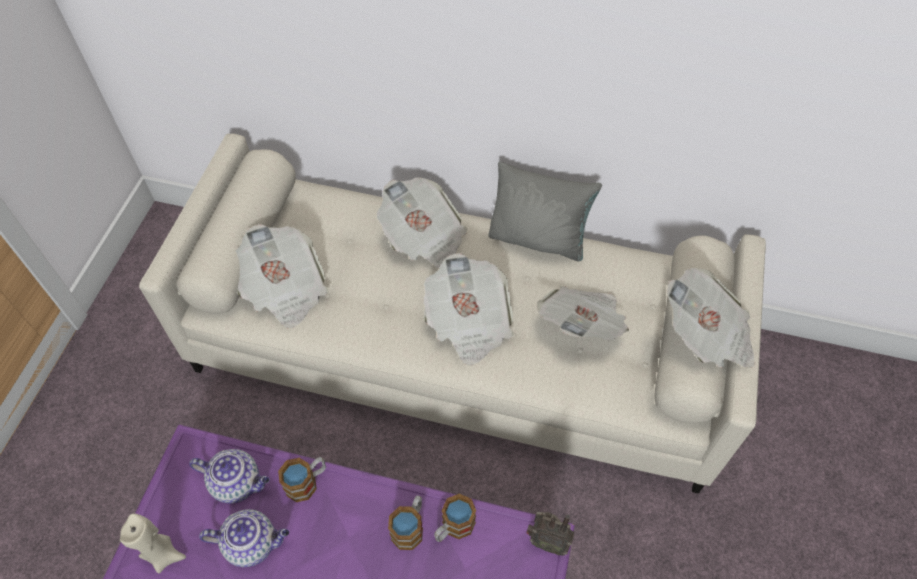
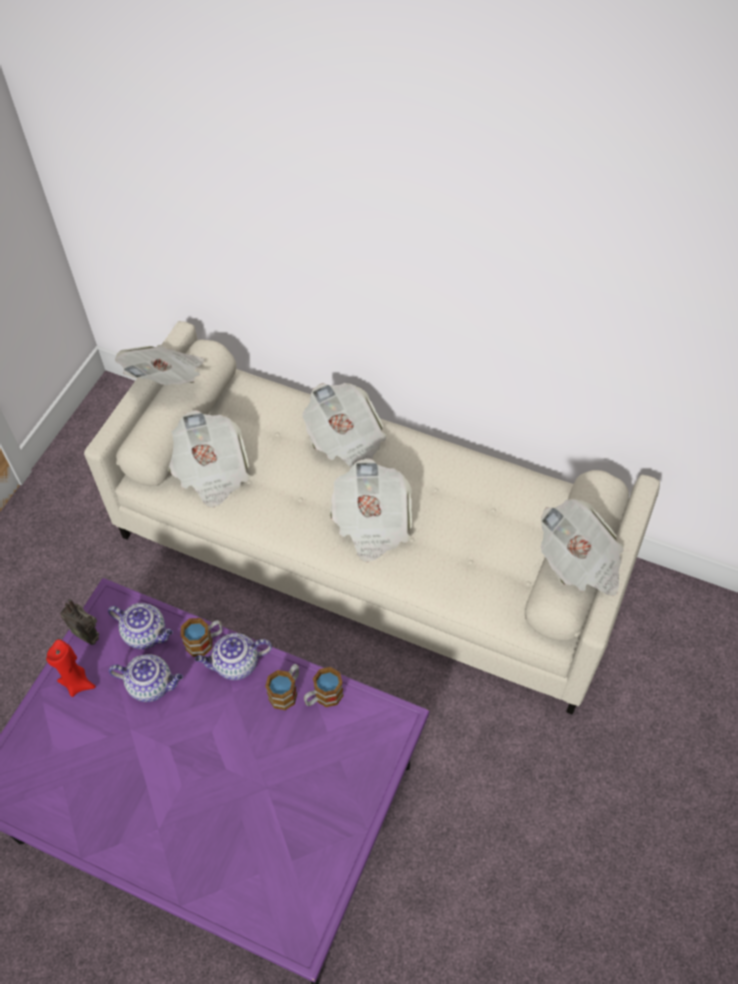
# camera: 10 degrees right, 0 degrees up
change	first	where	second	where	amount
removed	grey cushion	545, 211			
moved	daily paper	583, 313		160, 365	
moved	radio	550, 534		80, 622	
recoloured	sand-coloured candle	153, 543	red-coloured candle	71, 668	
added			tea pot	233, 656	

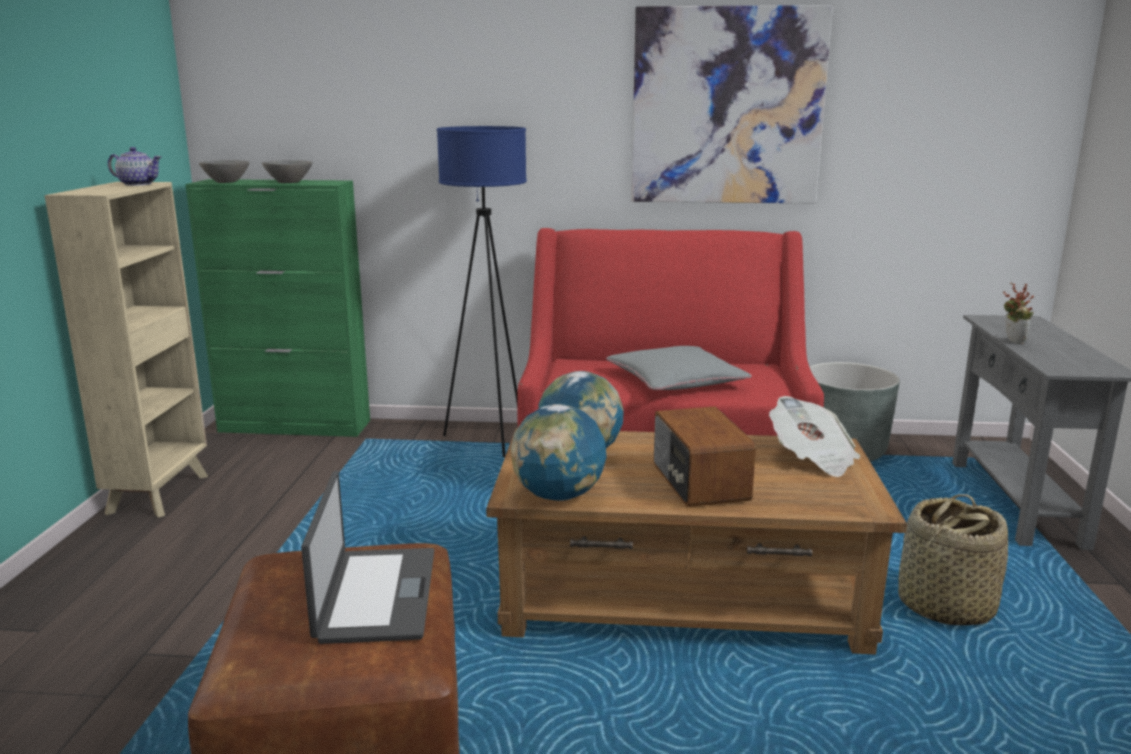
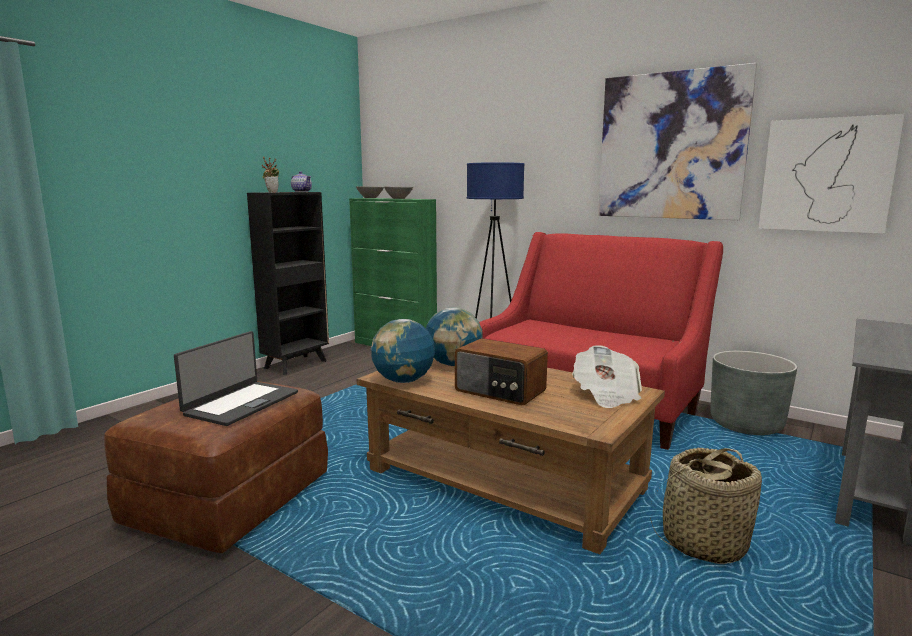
# camera: 30 degrees right, 5 degrees down
change	first	where	second	where	amount
recoloured	sand-coloured bookshelf	126, 350	black-coloured bookshelf	288, 283	
moved	plant in a pot	1018, 313		270, 174	
removed	grey cushion	679, 368			
turned	radio	705, 456		501, 371	75 degrees counterclockwise
added			picture	831, 174	

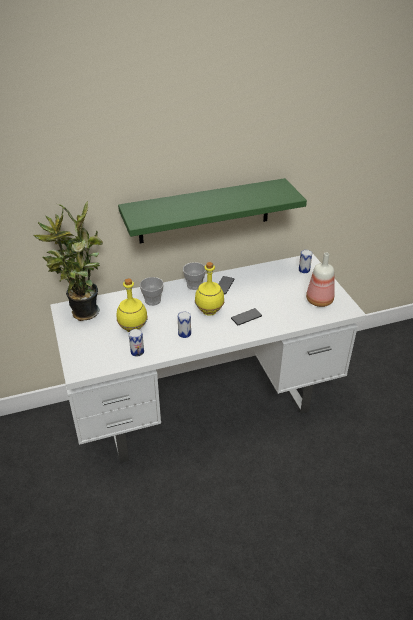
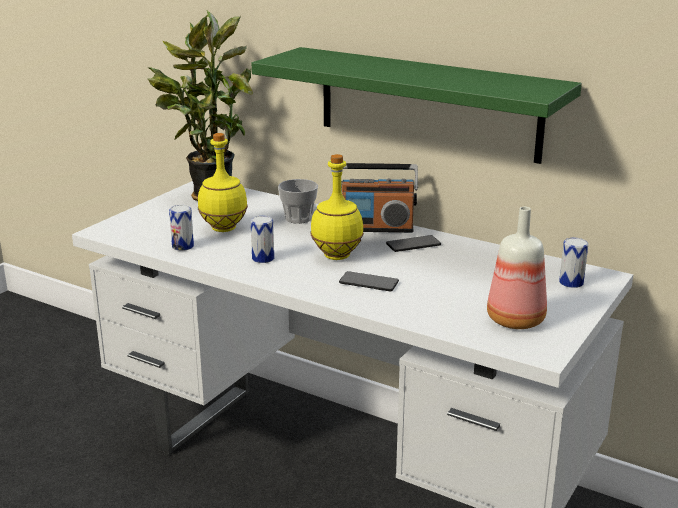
# camera: 50 degrees right, 15 degrees down
change	first	where	second	where	amount
replaced	cup	194, 276	radio	379, 198	

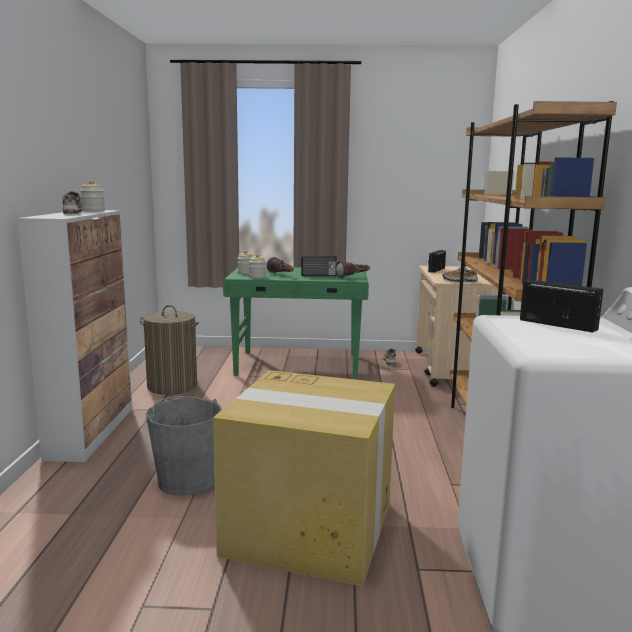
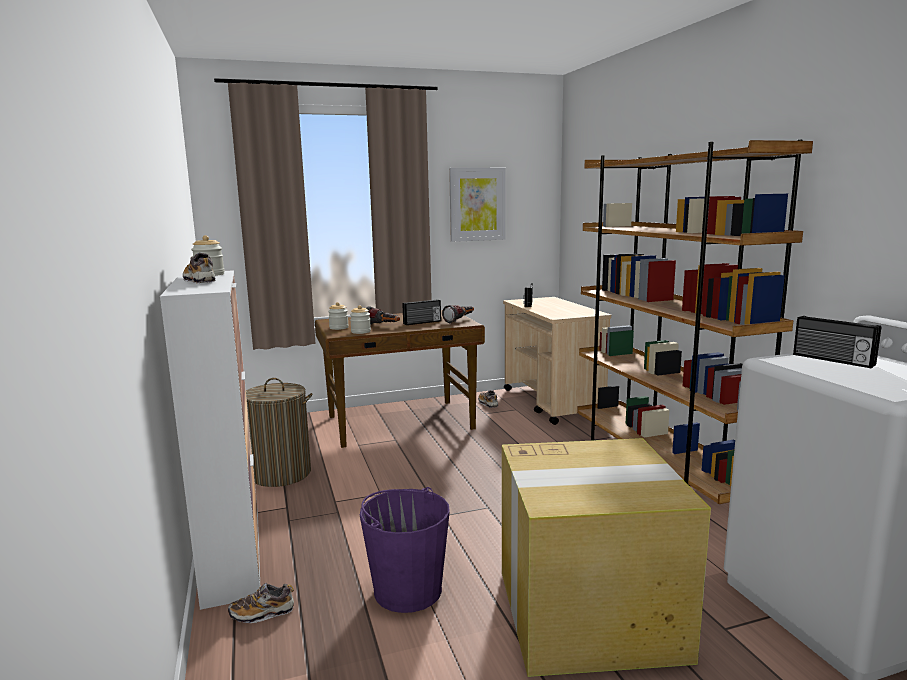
# camera: 20 degrees left, 0 degrees up
change	first	where	second	where	amount
moved	item of footwear	460, 274		261, 603	
recoloured	greenish desk	296, 323	brown desk	400, 379	
turned	radio	561, 306		837, 342	150 degrees counterclockwise
recoloured	grey bucket	184, 446	purple-coloured bucket	405, 550	
added			picture	477, 205	

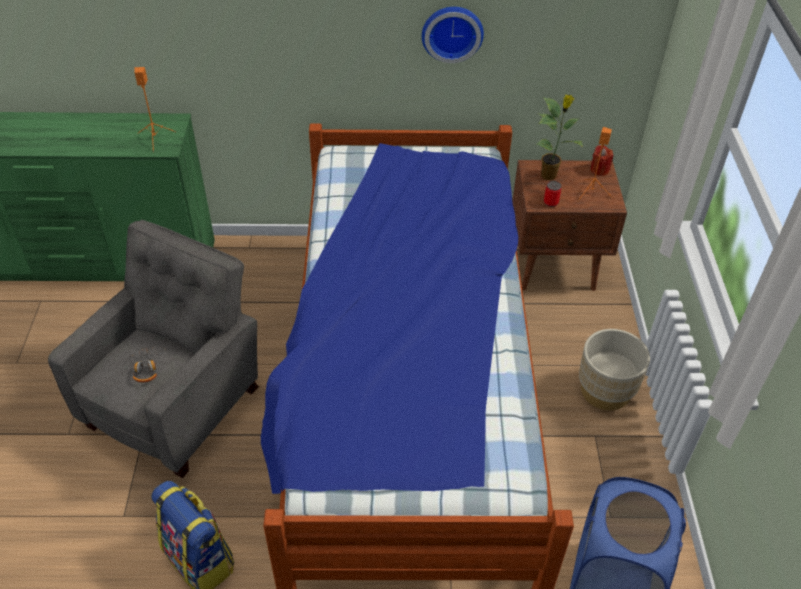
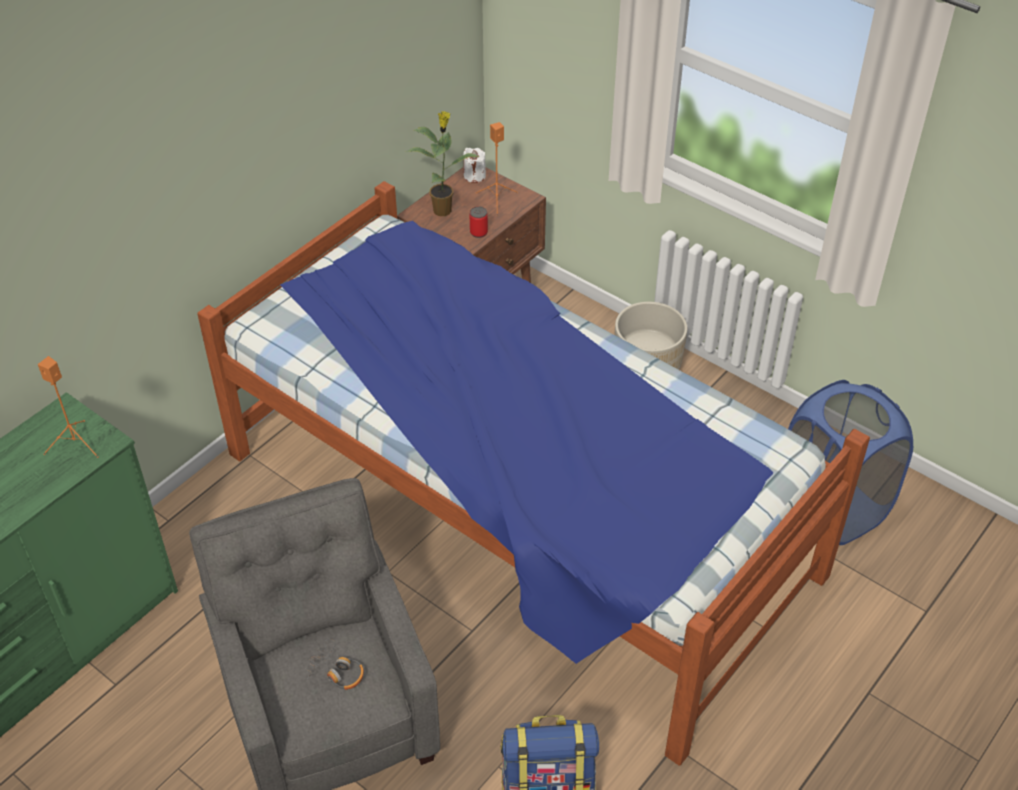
# camera: 50 degrees left, 0 degrees up
change	first	where	second	where	amount
removed	hanging clock	453, 35			
recoloured	red-coloured candle	601, 160	whitish candle	474, 165	

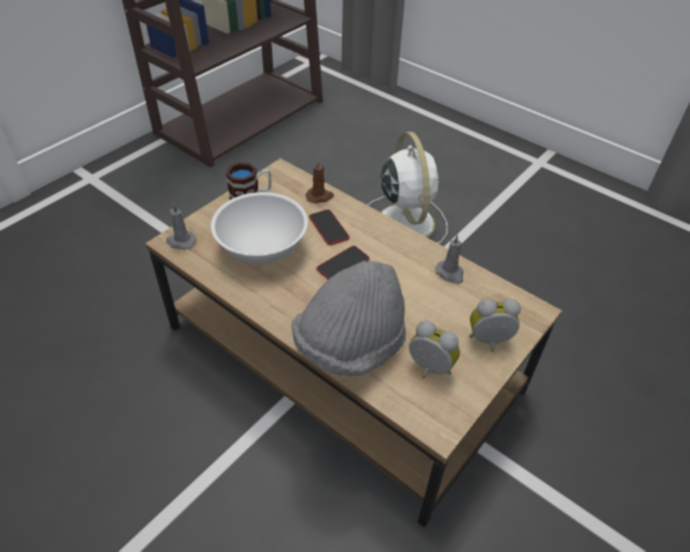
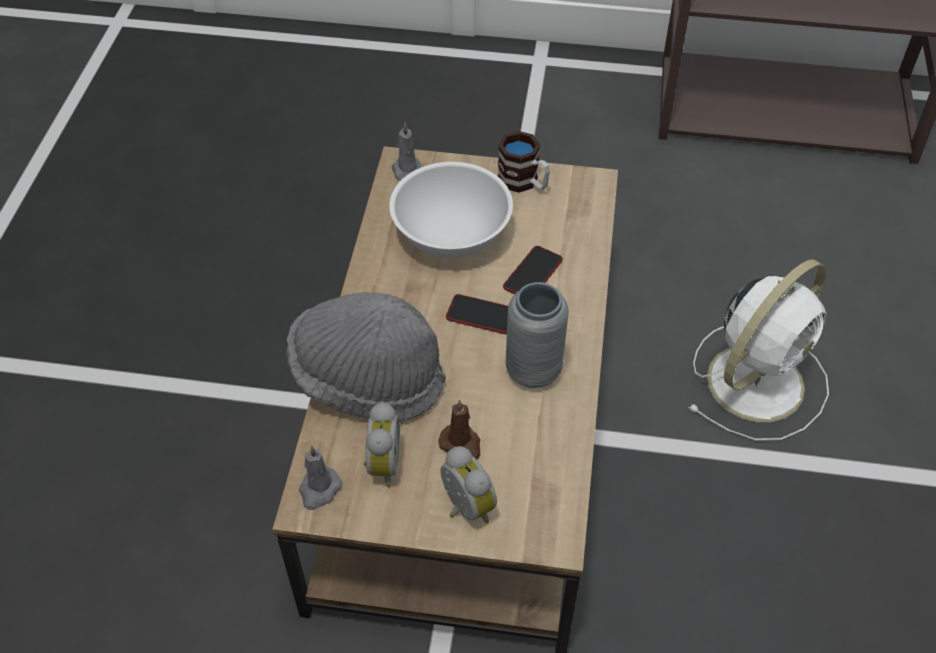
# camera: 60 degrees right, 5 degrees up
change	first	where	second	where	amount
moved	brown candle	320, 181		459, 429	
moved	grey candle	449, 259		320, 477	
added			grey decorative vase	537, 335	

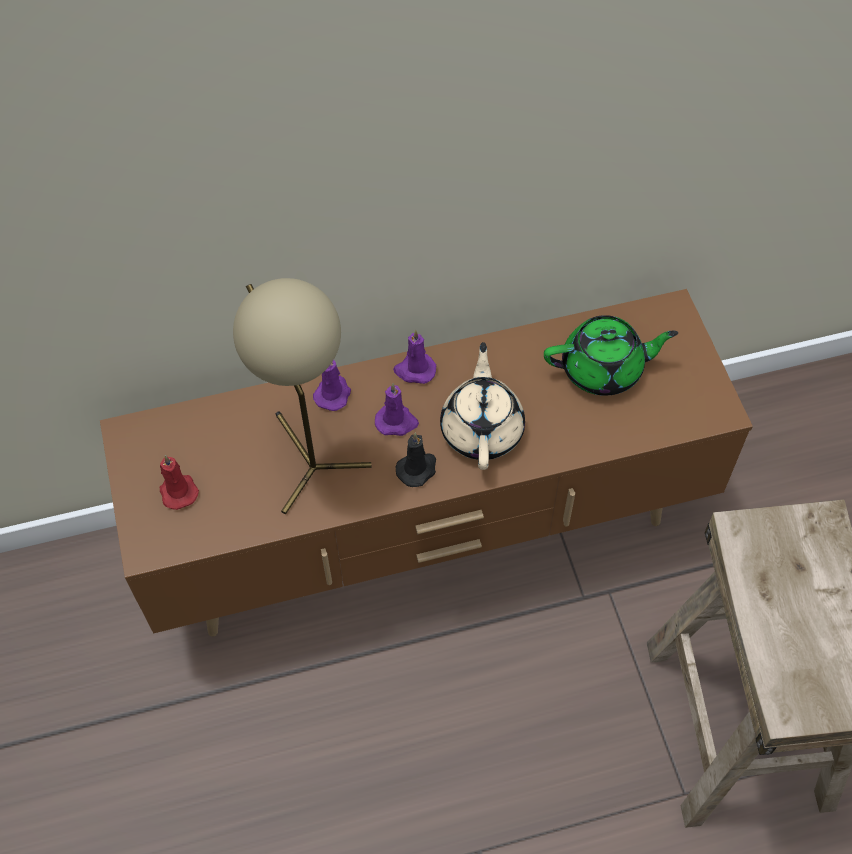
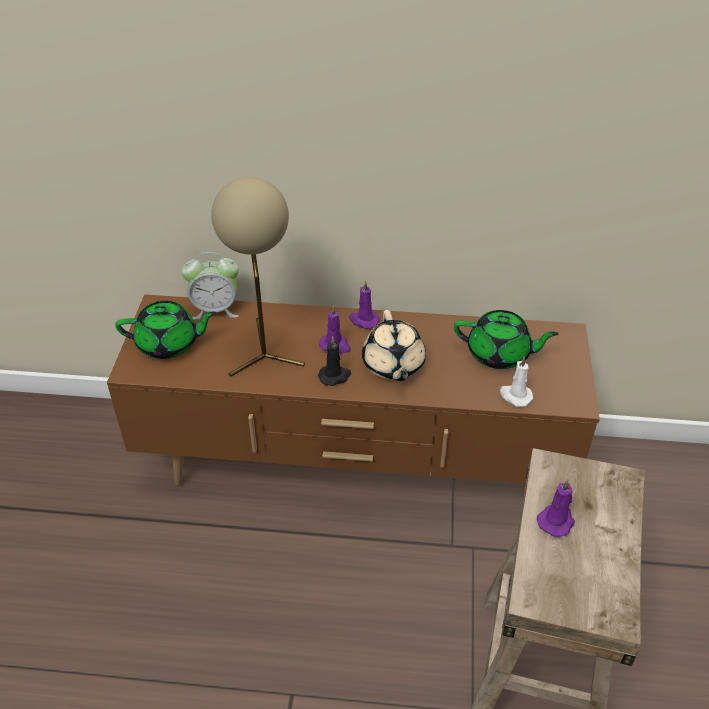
# camera: 20 degrees right, 15 degrees down
change	first	where	second	where	amount
turned	sand-coloured tea pot	482, 406		394, 345	150 degrees clockwise
moved	purple-coloured candle	332, 385		556, 508	
replaced	red-coloured candle	179, 482	greenish tea pot	166, 330	
added			alarm clock	210, 286	
added			whitish candle	516, 381	

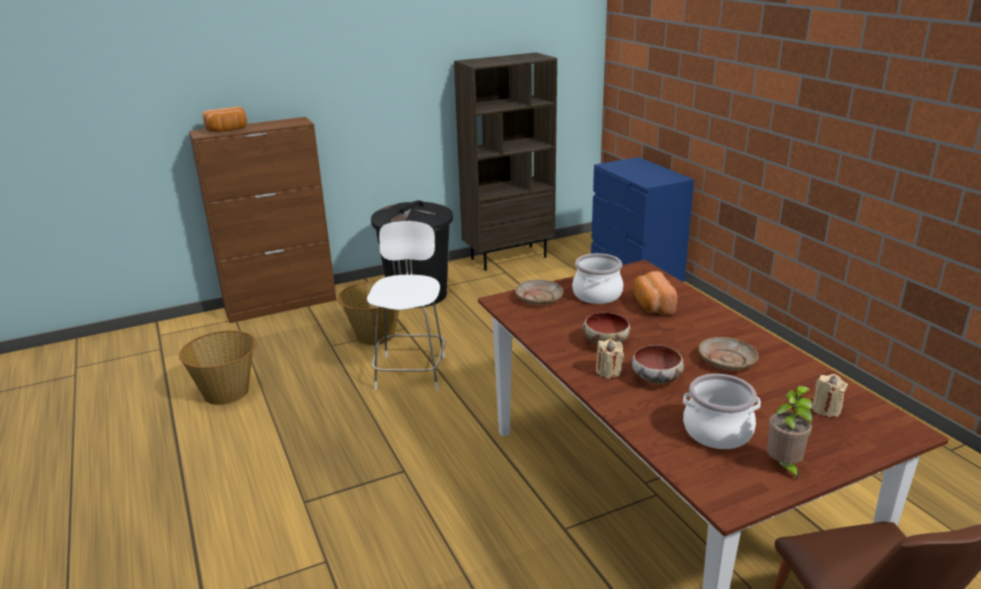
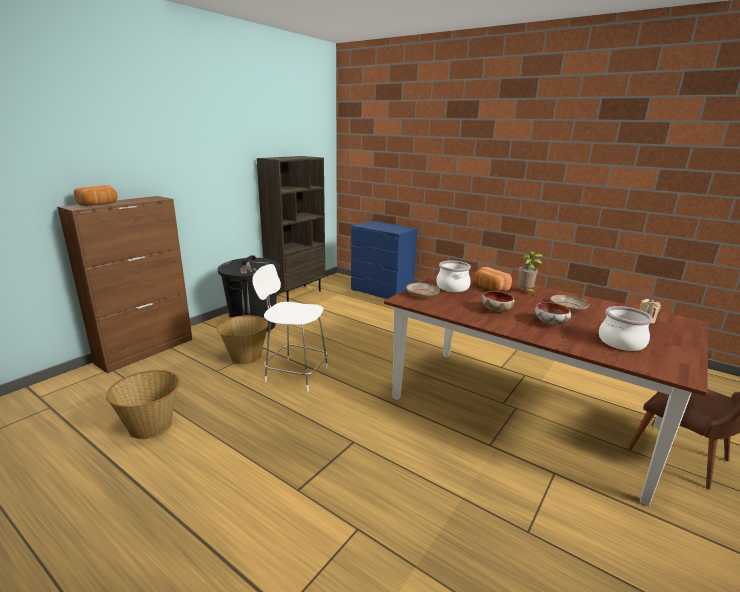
# camera: 30 degrees left, 5 degrees down
change	first	where	second	where	amount
turned	whitish chair	406, 305		290, 328	45 degrees counterclockwise
removed	sand-coloured candle	610, 359			
moved	plant in a pot	790, 433		530, 272	

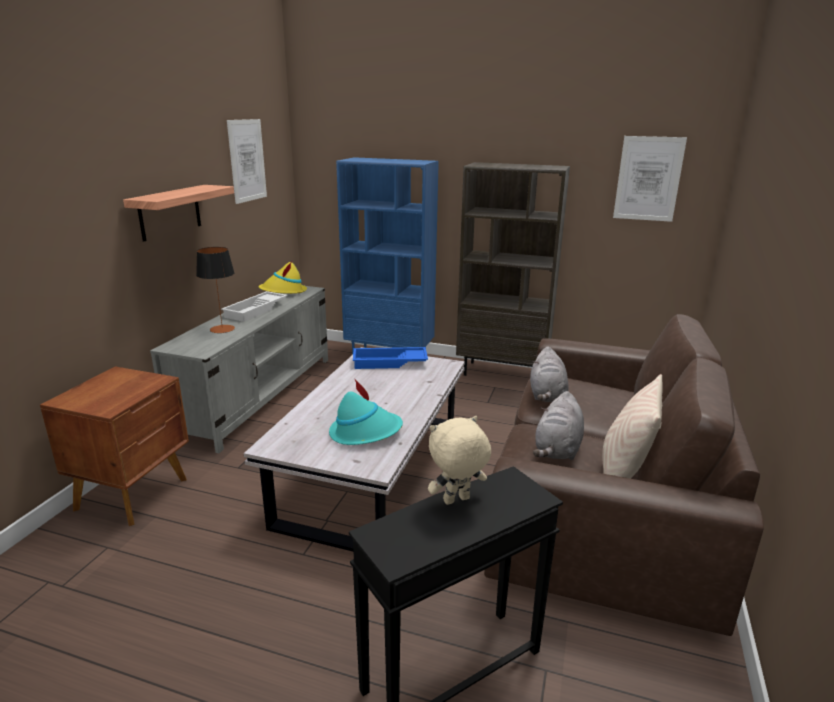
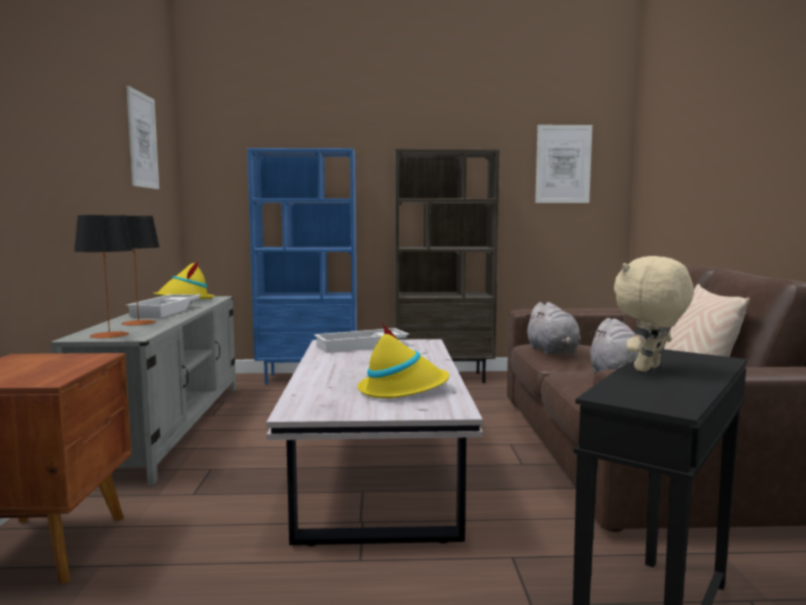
# camera: 20 degrees left, 15 degrees down
change	first	where	second	where	amount
removed	wall shelf	178, 213			
recoloured	blue-coloured serving tray	390, 358	whitish serving tray	361, 340	
recoloured	blue-green clothing hat	366, 411	yellowish clothing hat	403, 361	
added			lamp for a table	103, 276	

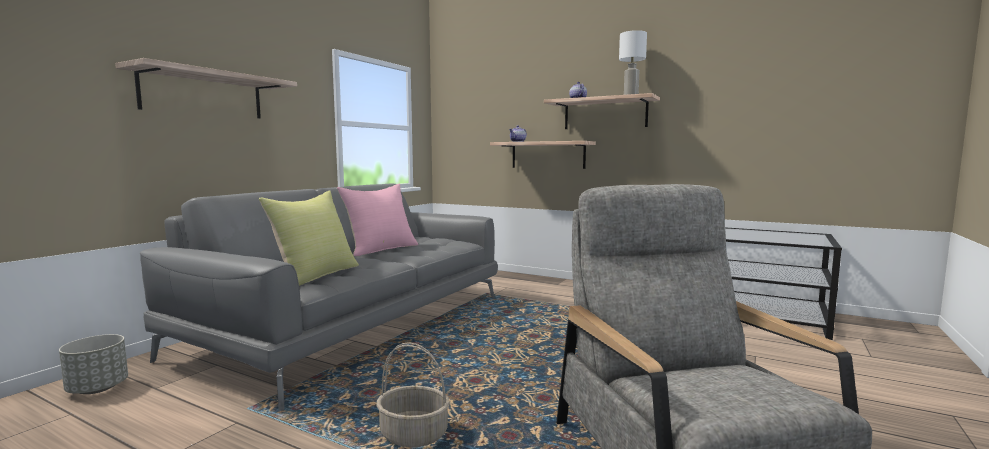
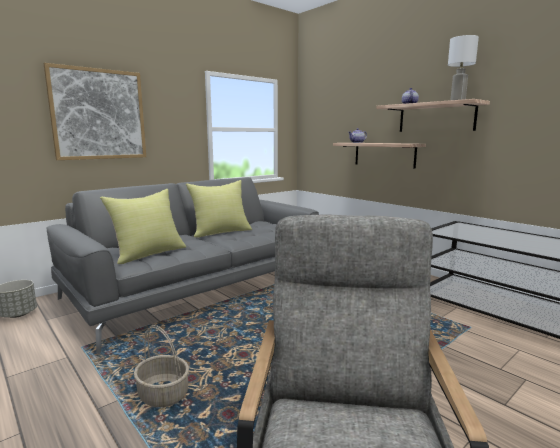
# camera: 20 degrees right, 5 degrees up
change	first	where	second	where	amount
replaced	wall shelf	206, 88	picture	95, 111	
recoloured	pink cushion	377, 220	yellowish cushion	219, 209	

